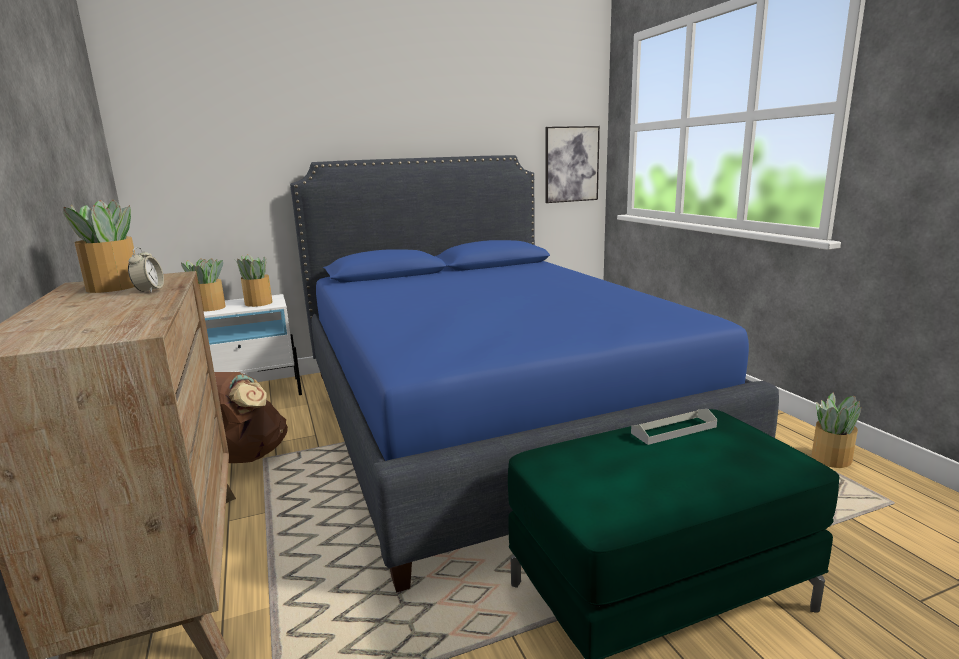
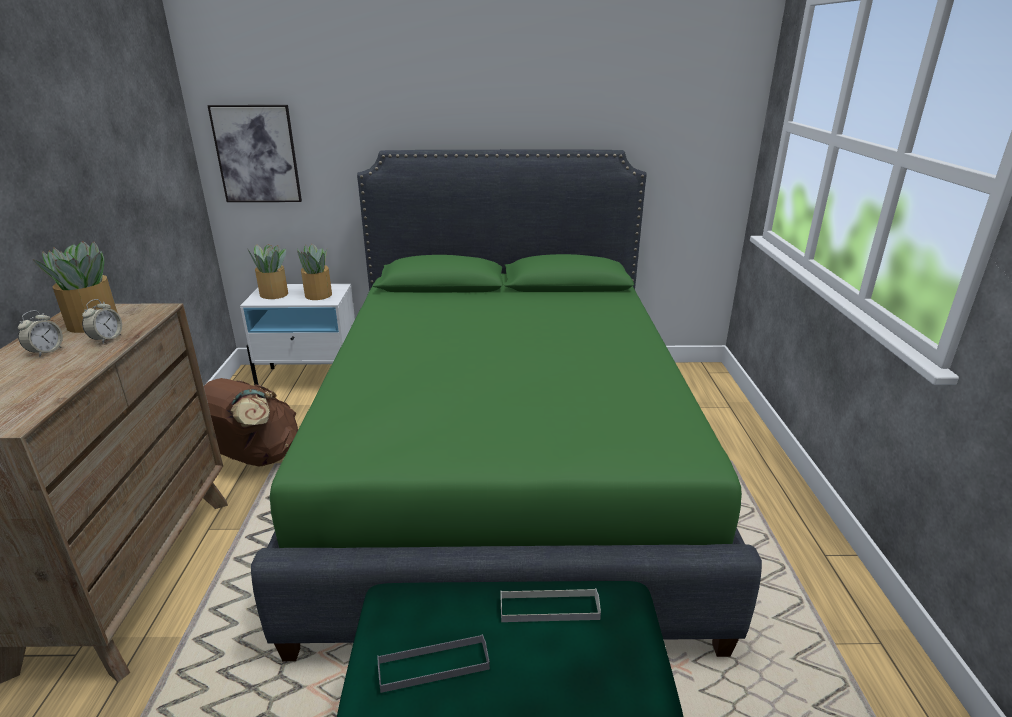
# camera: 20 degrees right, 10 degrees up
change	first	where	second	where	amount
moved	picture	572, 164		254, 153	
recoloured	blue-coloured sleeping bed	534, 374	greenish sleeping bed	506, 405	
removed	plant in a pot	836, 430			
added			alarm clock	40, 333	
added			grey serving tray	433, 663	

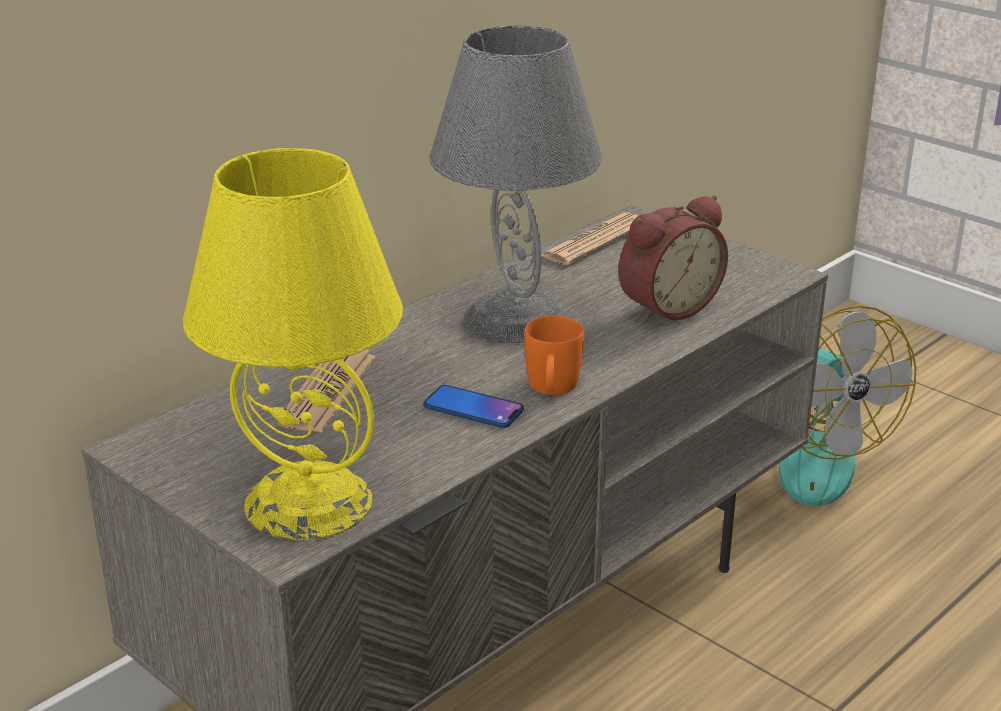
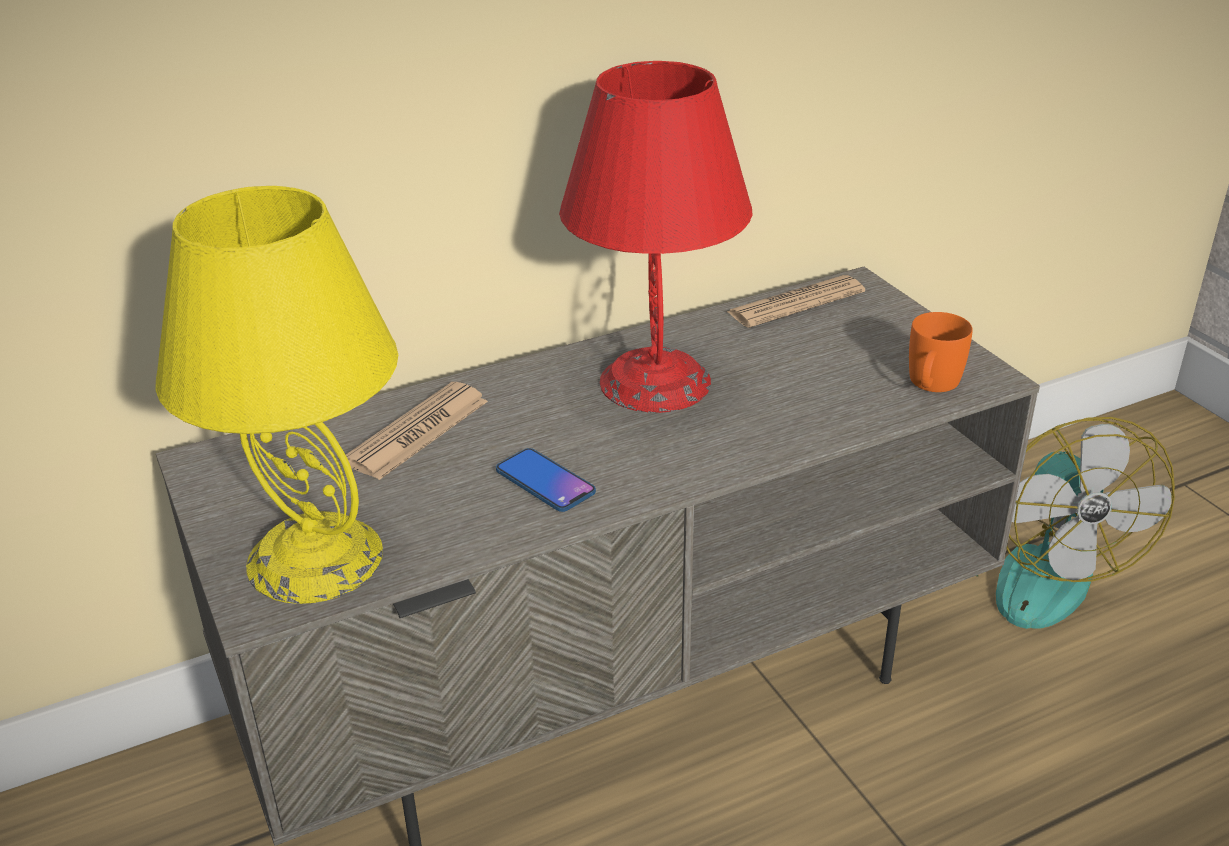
# camera: 20 degrees right, 5 degrees up
change	first	where	second	where	amount
recoloured	grey lamp for a table	516, 184	red-coloured lamp for a table	656, 237	
removed	alarm clock	673, 259			
moved	orange mug	554, 355		941, 352	

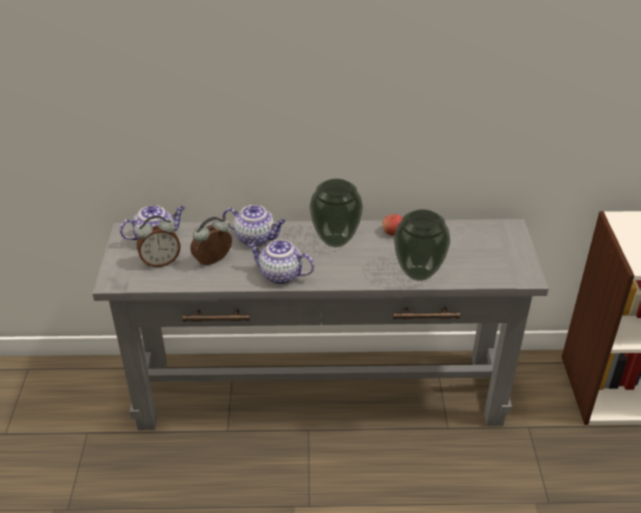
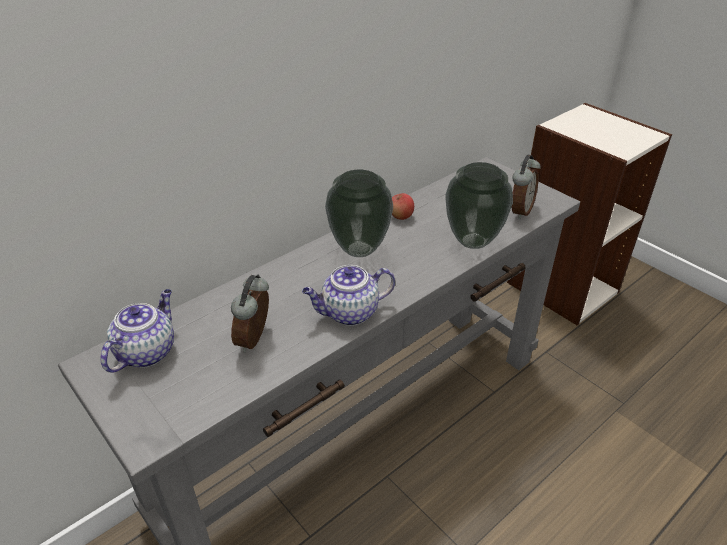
# camera: 40 degrees left, 0 degrees up
change	first	where	second	where	amount
removed	tea pot	254, 226			
moved	alarm clock	158, 241		525, 187	

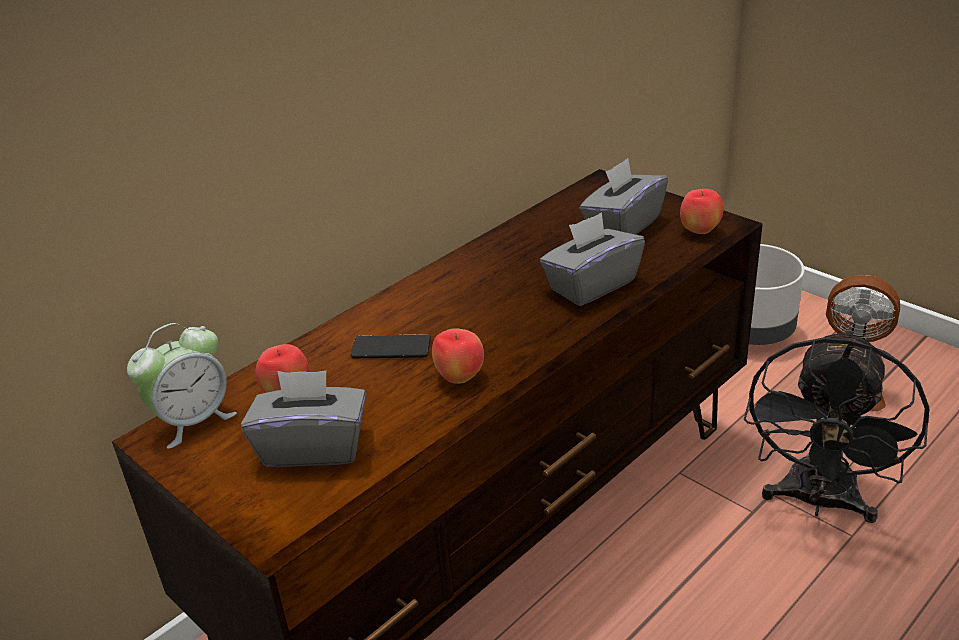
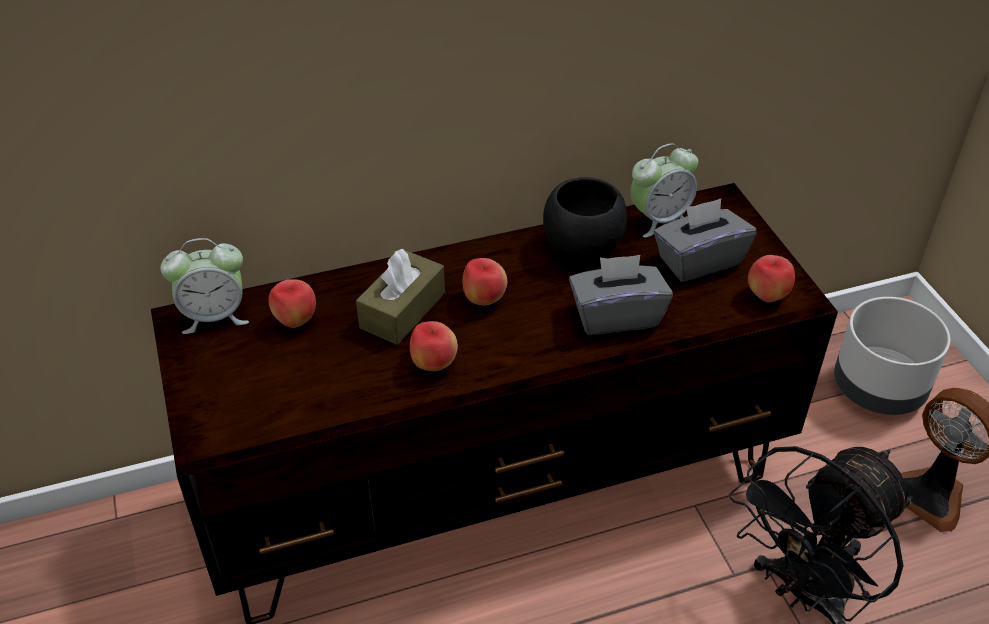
# camera: 25 degrees right, 10 degrees up
change	first	where	second	where	amount
replaced	handset	391, 346	brown tissue box	400, 297	
removed	grey tissue box	303, 419			
added			alarm clock	664, 190	
added			black-coloured serving bowl	585, 219	
added			whole apple	485, 282	

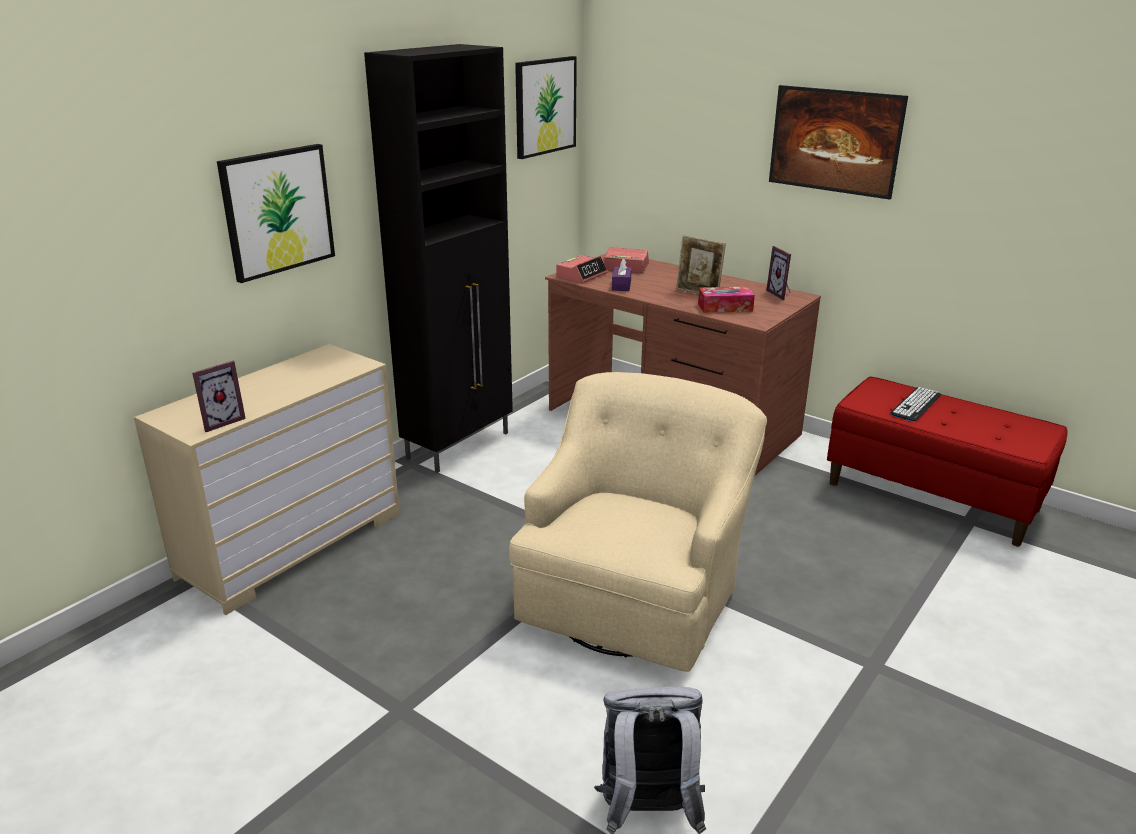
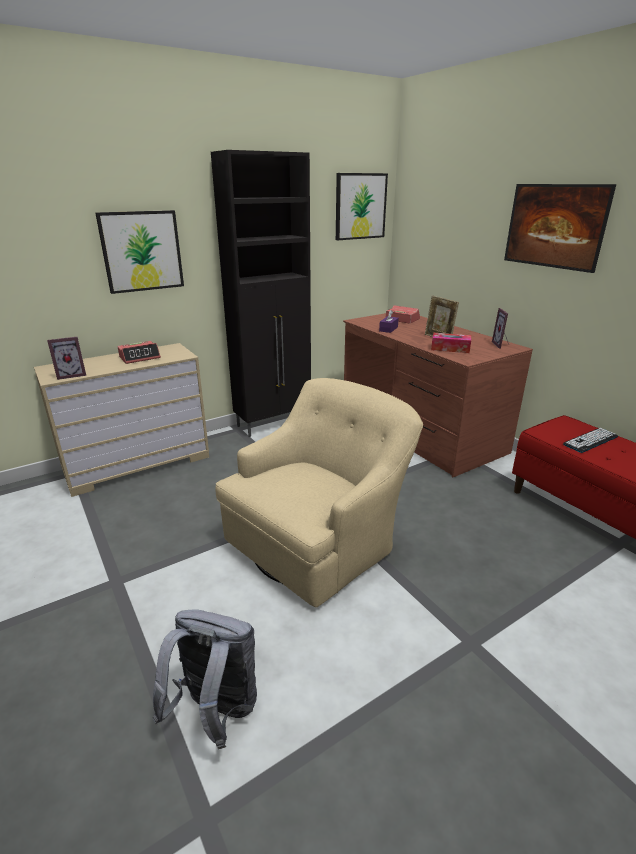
# camera: 20 degrees right, 0 degrees up
change	first	where	second	where	amount
moved	alarm clock	581, 269		139, 352	

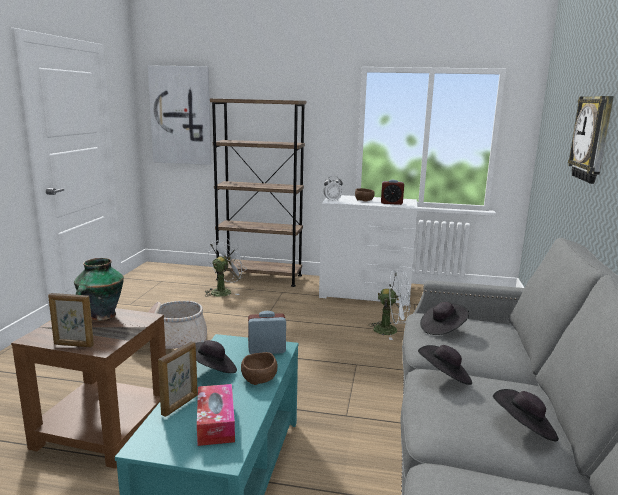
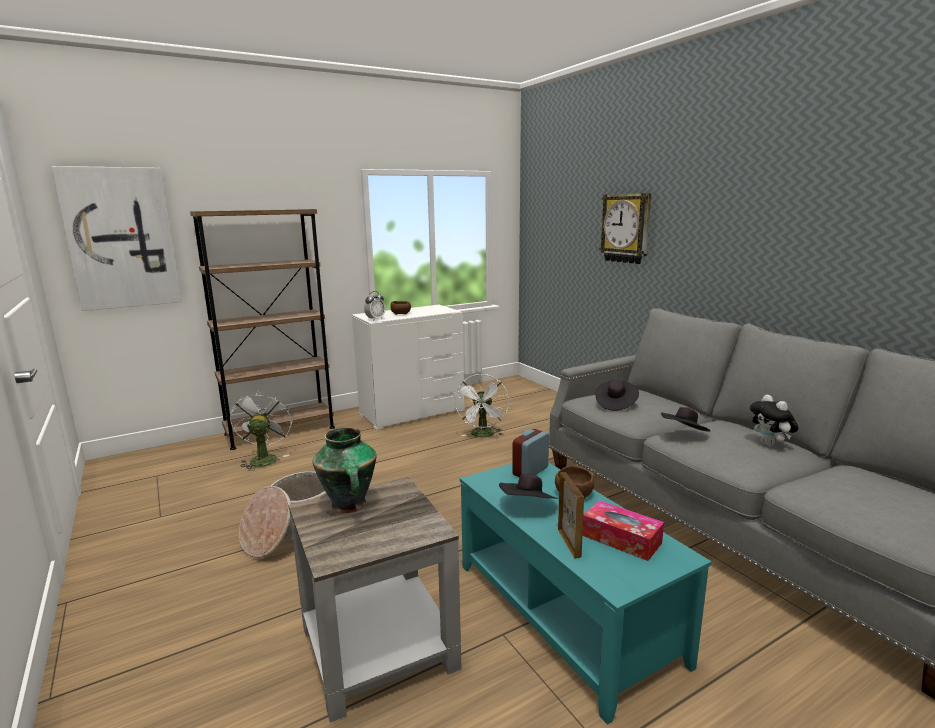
# camera: 40 degrees left, 0 degrees up
change	first	where	second	where	amount
removed	alarm clock	392, 192			
turned	whitish fan	389, 305		482, 405	120 degrees clockwise
removed	photo frame	71, 320			
recoloured	brown side table	88, 388	grey side table	375, 600	
replaced	black-coloured clothing hat	526, 415	plush toy	774, 421	

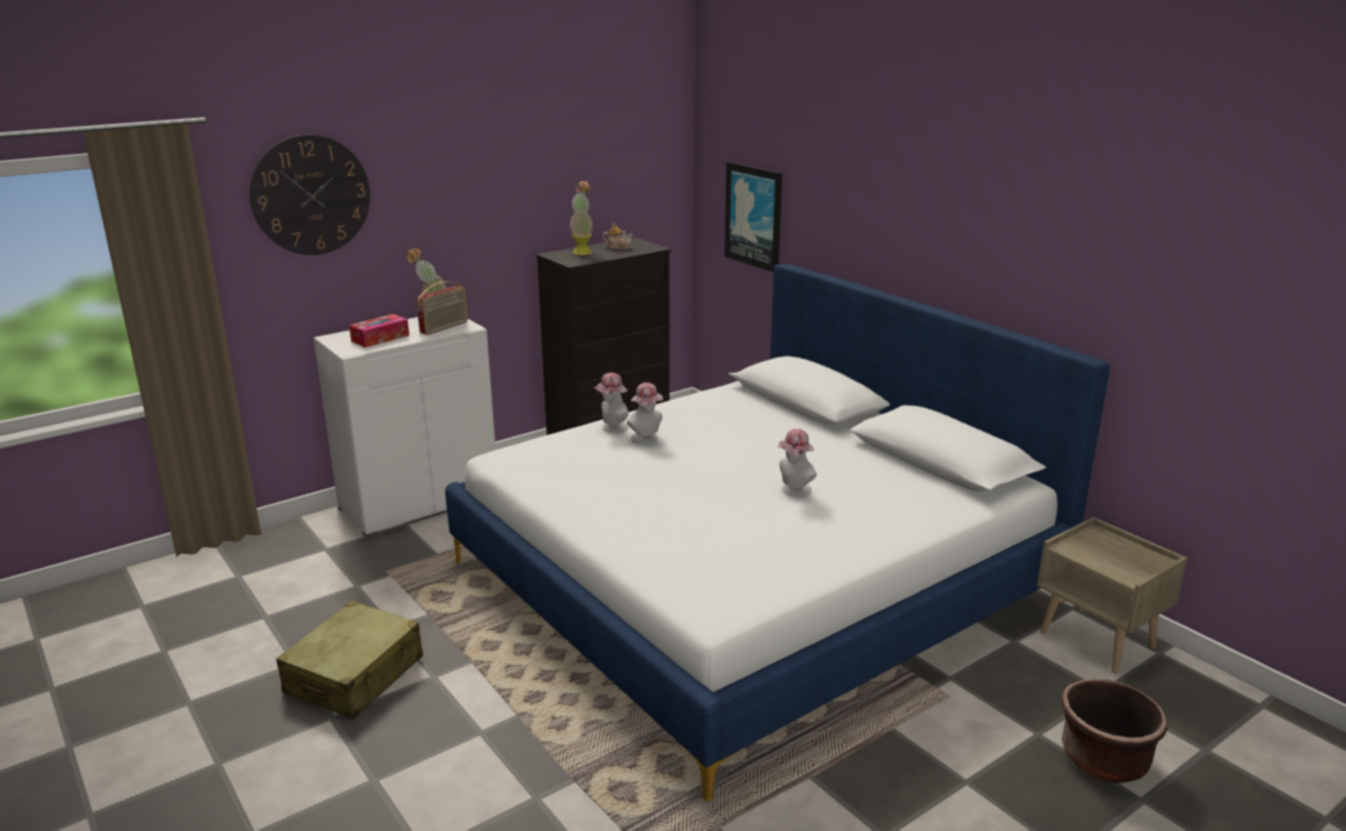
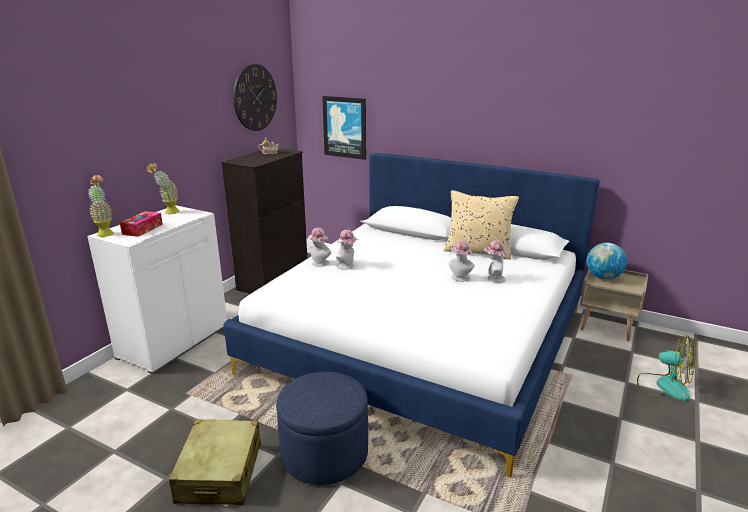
# camera: 25 degrees left, 0 degrees up
change	first	where	second	where	amount
moved	hanging clock	310, 194		255, 97	
moved	plant in a pot	581, 218		101, 206	
removed	radio	442, 308			
replaced	brown flower pot	1114, 731	fan	666, 368	
added			sand-coloured cushion	481, 225	
added			clothing hat	496, 261	
added			world globe	607, 261	
added			blue-coloured footrest	322, 428	

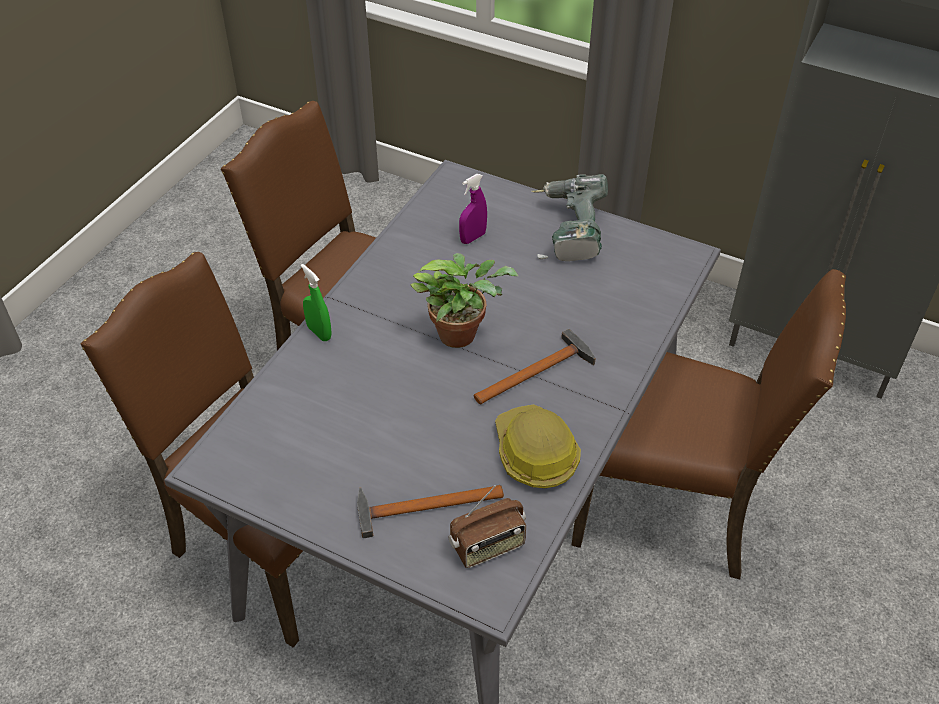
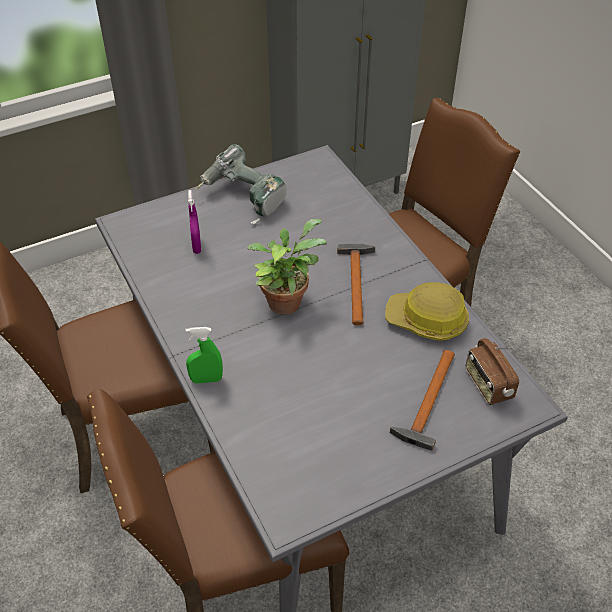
# camera: 55 degrees left, 0 degrees up
change	first	where	second	where	amount
turned	radio	487, 526		492, 371	150 degrees clockwise

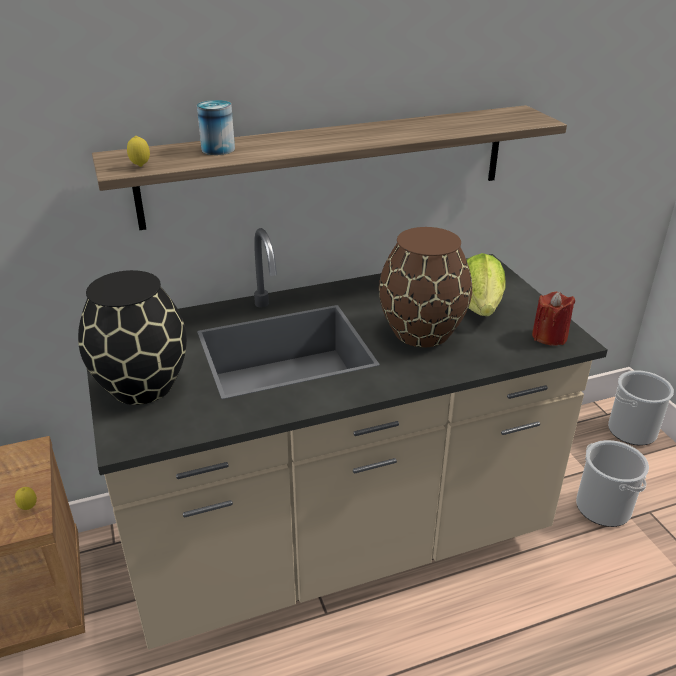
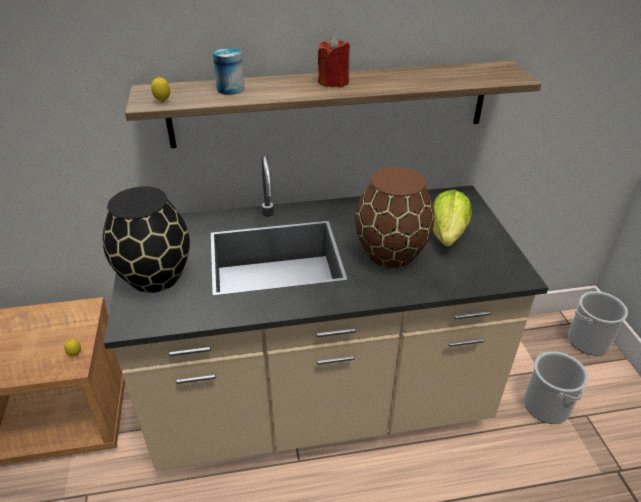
# camera: 10 degrees right, 5 degrees up
change	first	where	second	where	amount
moved	red-coloured candle	553, 318		334, 62	

